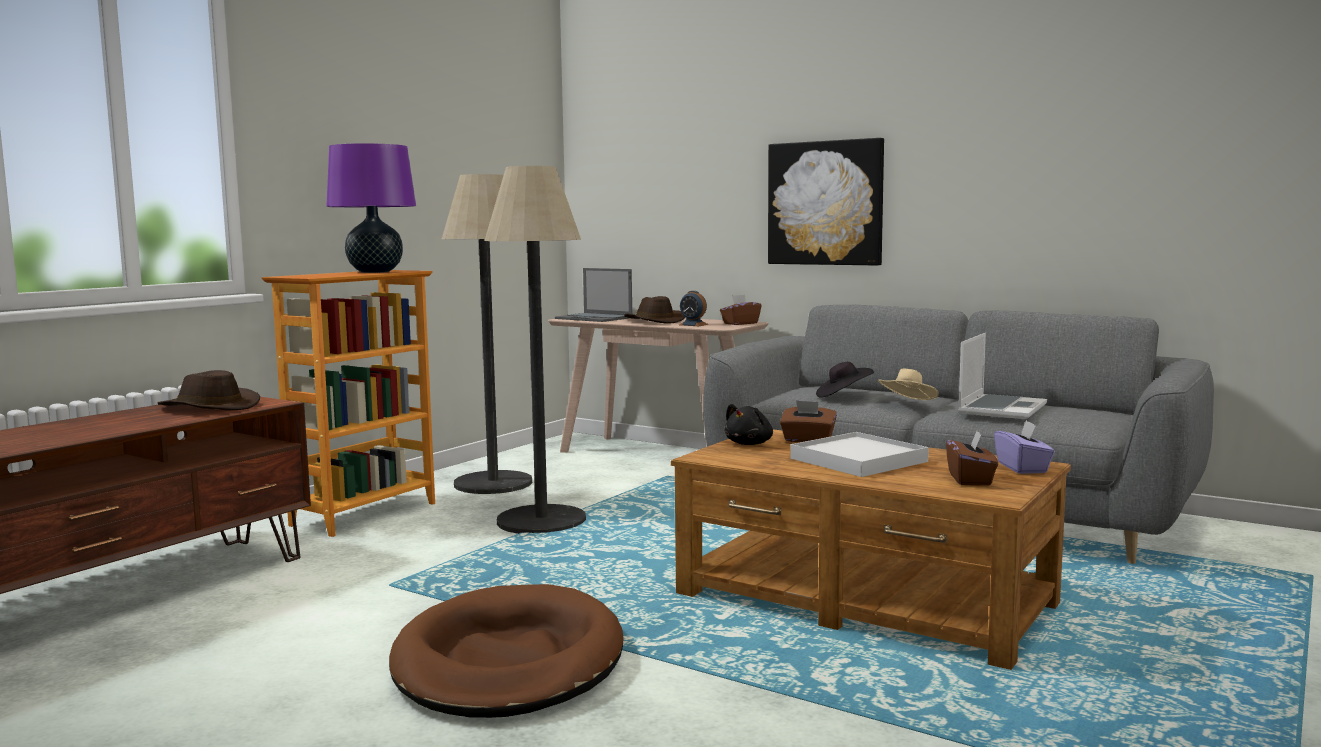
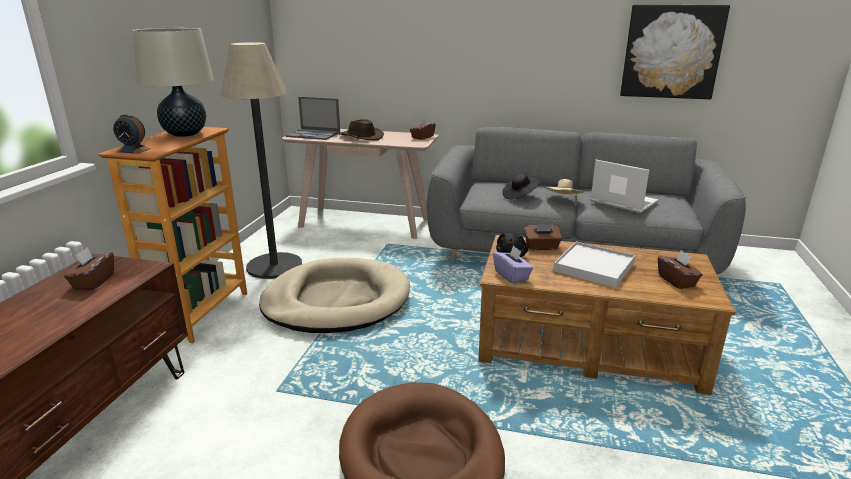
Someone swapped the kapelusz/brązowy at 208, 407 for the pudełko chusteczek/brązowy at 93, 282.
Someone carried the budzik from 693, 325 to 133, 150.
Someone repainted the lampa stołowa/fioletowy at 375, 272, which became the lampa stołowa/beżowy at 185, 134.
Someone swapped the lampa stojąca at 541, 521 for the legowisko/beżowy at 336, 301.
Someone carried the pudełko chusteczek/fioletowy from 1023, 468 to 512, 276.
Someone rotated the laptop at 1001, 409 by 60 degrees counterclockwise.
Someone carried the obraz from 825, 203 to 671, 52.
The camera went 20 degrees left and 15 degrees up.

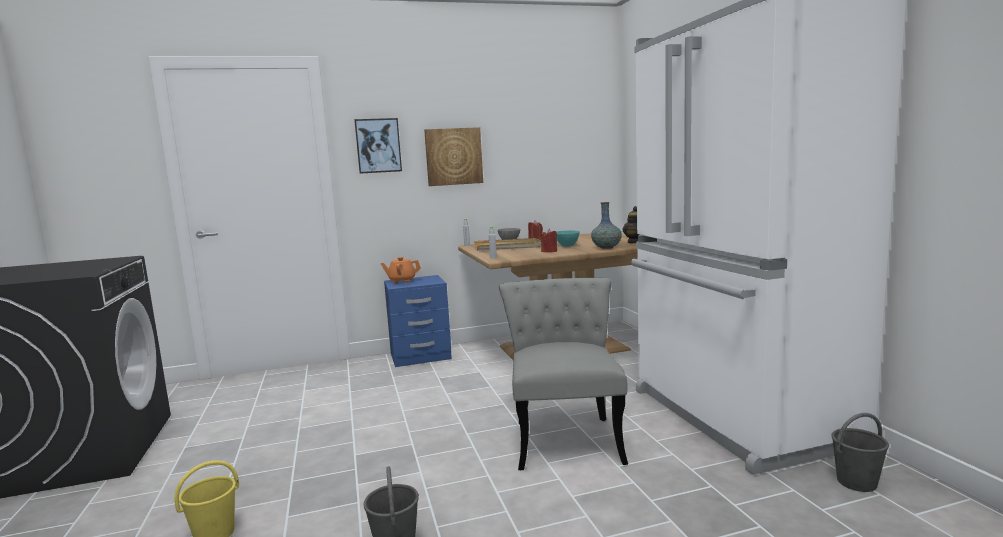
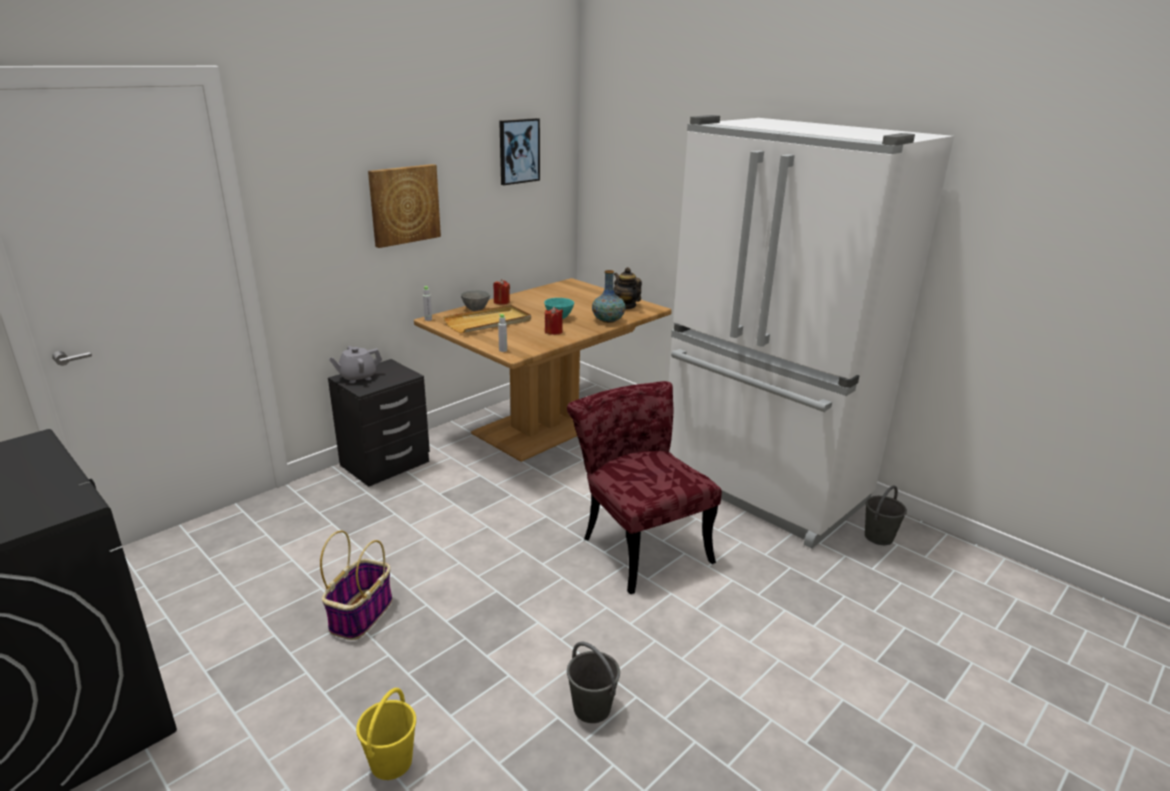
Someone put down the koszyk at 361, 614.
Someone repainted the szafka nocna/niebieski at 420, 356, which became the szafka nocna/czarny at 385, 464.
Someone repainted the imbryk/pomarańczowy at 402, 281, which became the imbryk/szary at 357, 377.
Someone carried the obraz from 378, 145 to 518, 151.
Someone repainted the krzesło/szary at 565, 436, which became the krzesło/czerwony at 638, 543.
The camera went 30 degrees left and 15 degrees up.

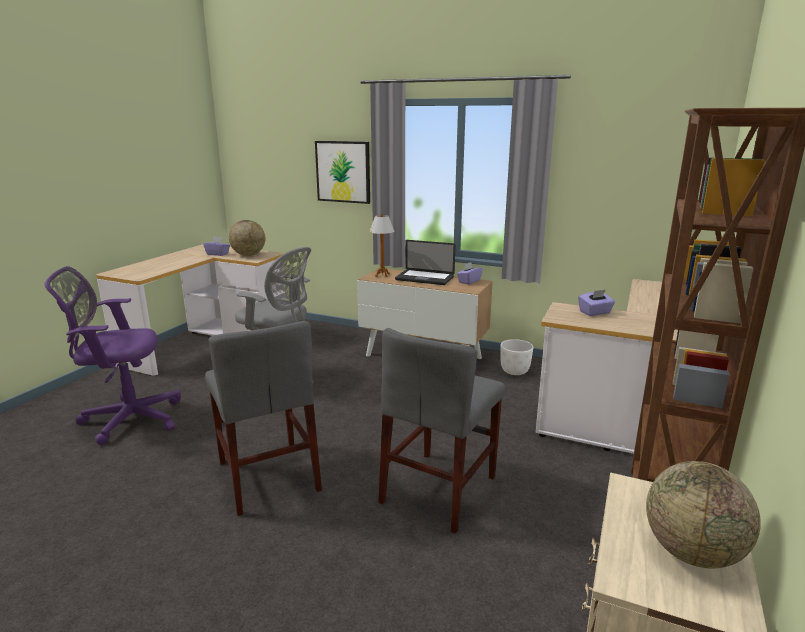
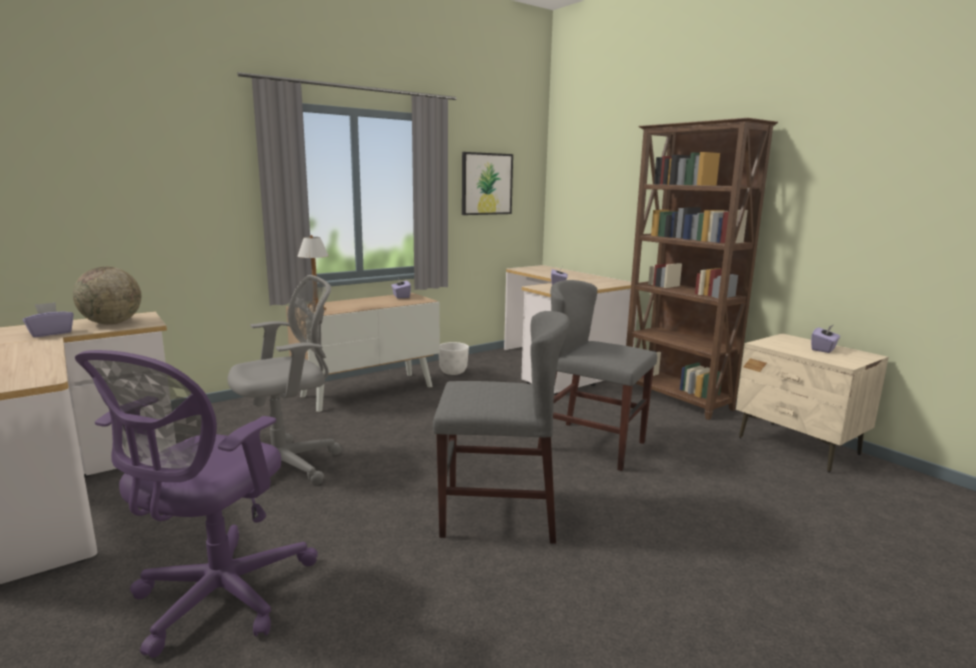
Someone carried the obraz from 343, 171 to 486, 184.
Someone rotated the krzesło/szary at 439, 489 by 150 degrees clockwise.
Someone swapped the globus at 692, 552 for the pudełko chusteczek/fioletowy at 823, 349.
Someone took away the laptop at 424, 278.
The camera went 60 degrees left and 5 degrees down.

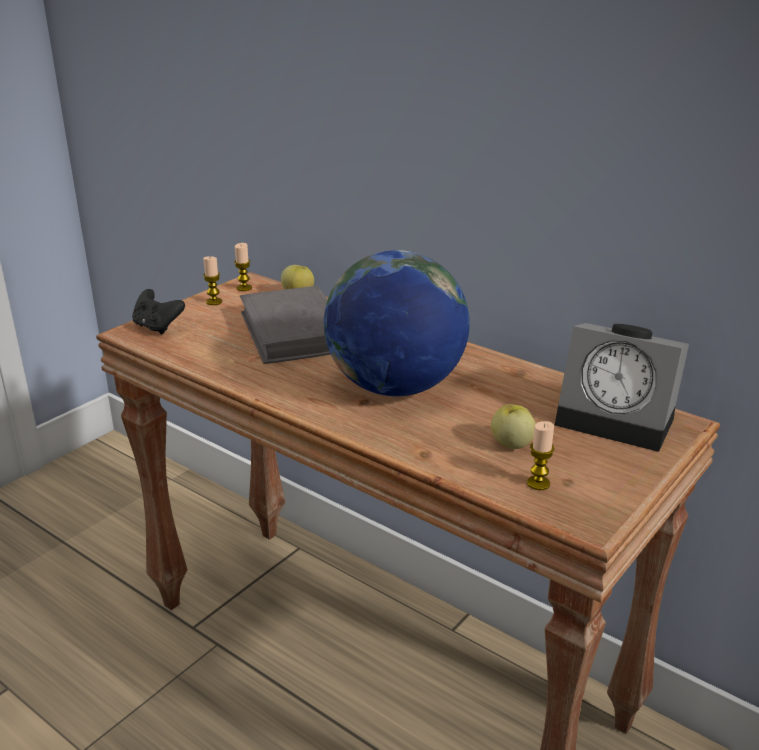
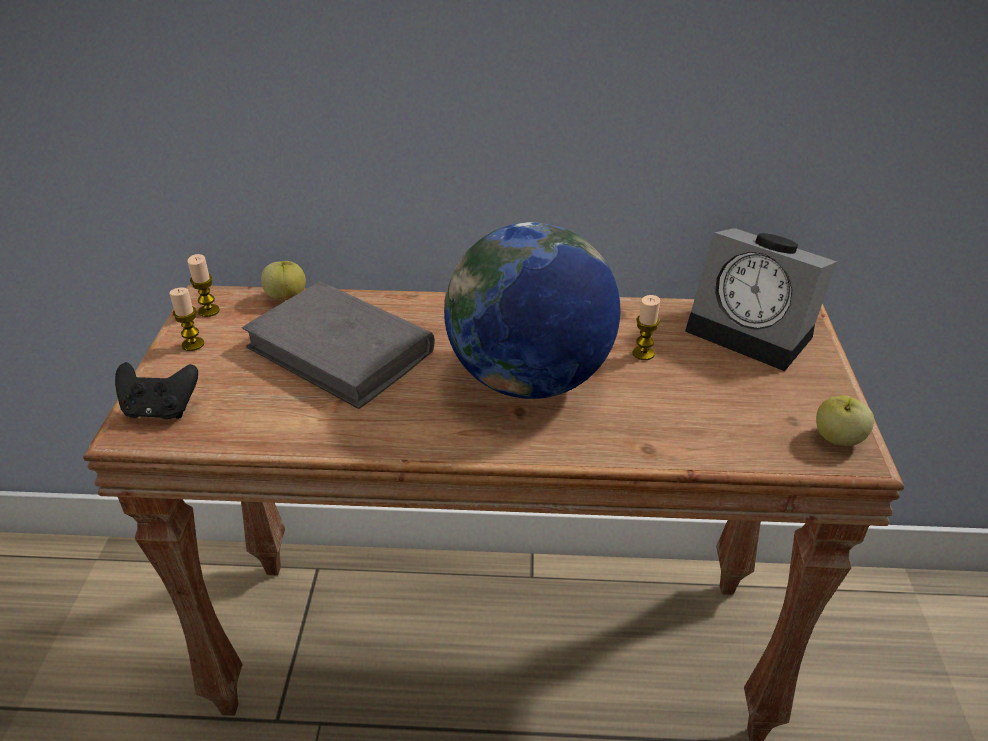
Someone carried the świeca from 538, 483 to 643, 353.
Someone rotated the budzik at 619, 420 by 45 degrees clockwise.
Someone carried the jabłko from 511, 444 to 837, 439.
The camera went 35 degrees left and 10 degrees up.

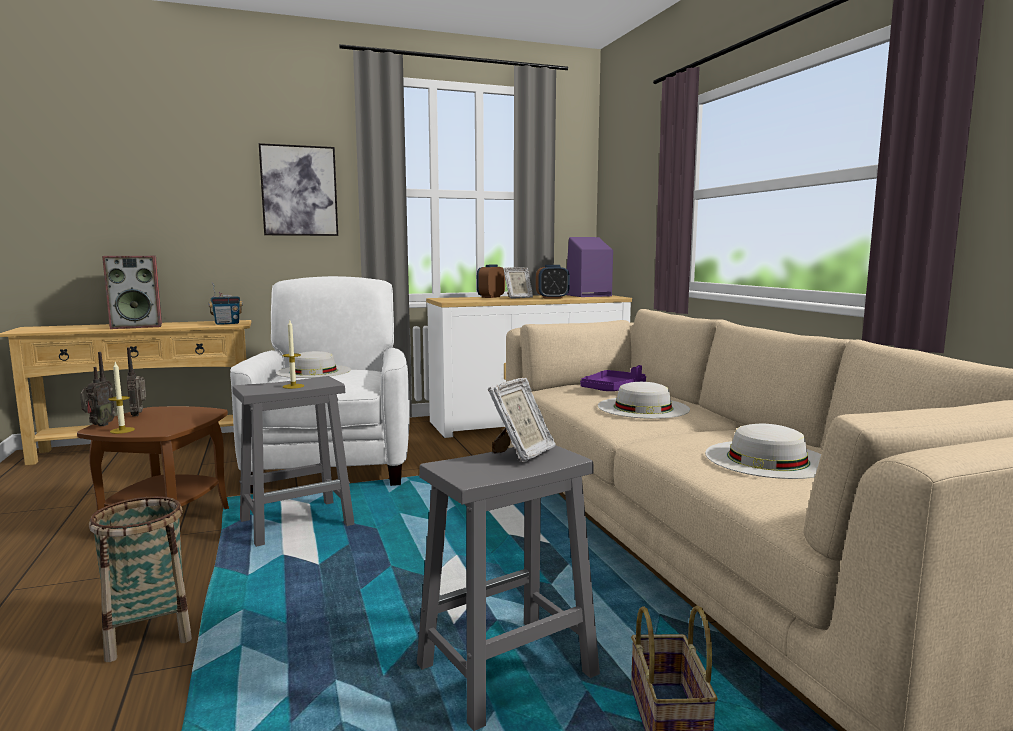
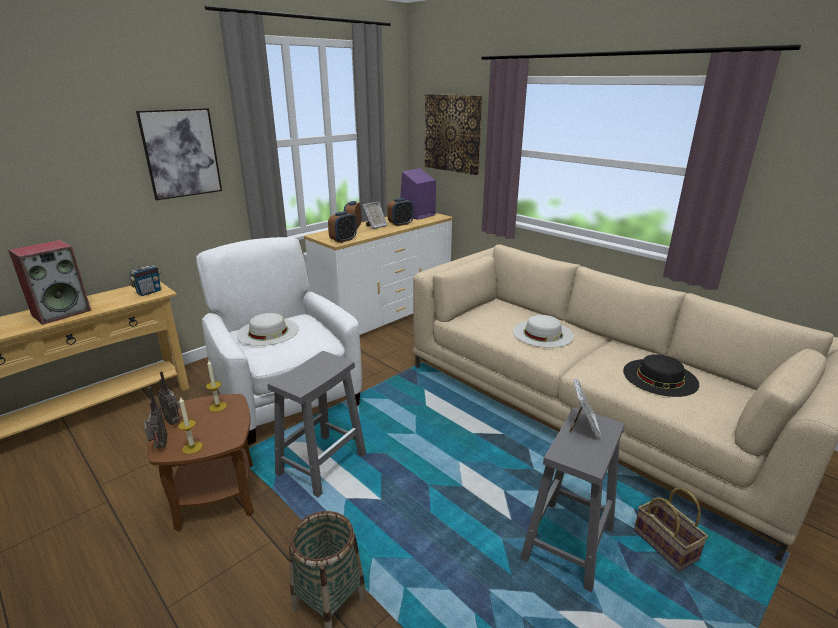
Someone carried the świeca from 293, 386 to 218, 407.
Someone put down the budzik at 343, 240.
Someone put up the obraz at 453, 133.
Someone repainted the kapelusz/biały at 767, 459, which became the kapelusz/czarny at 660, 377.
Someone took away the taca/fioletowy at 613, 389.
The camera went 25 degrees left and 15 degrees up.

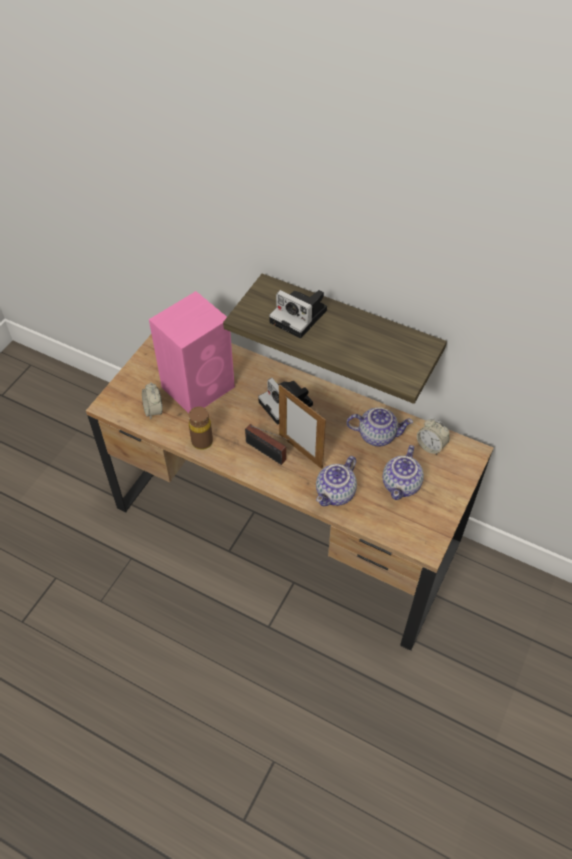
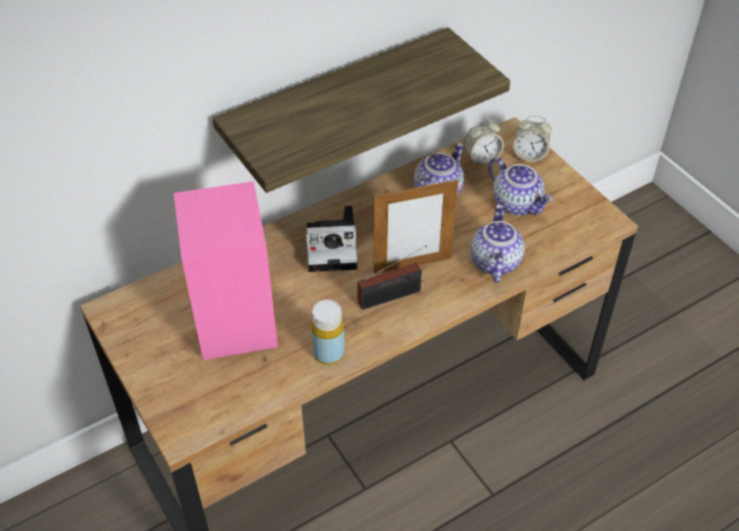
Someone repainted the butelka/brązowy at 202, 442, which became the butelka/żółty at 329, 353.
Someone rotated the imbryk at 336, 494 by 150 degrees counterclockwise.
Someone carried the budzik from 153, 410 to 529, 155.
Someone took away the aparat fotograficzny at 300, 316.
The camera went 60 degrees left and 5 degrees down.

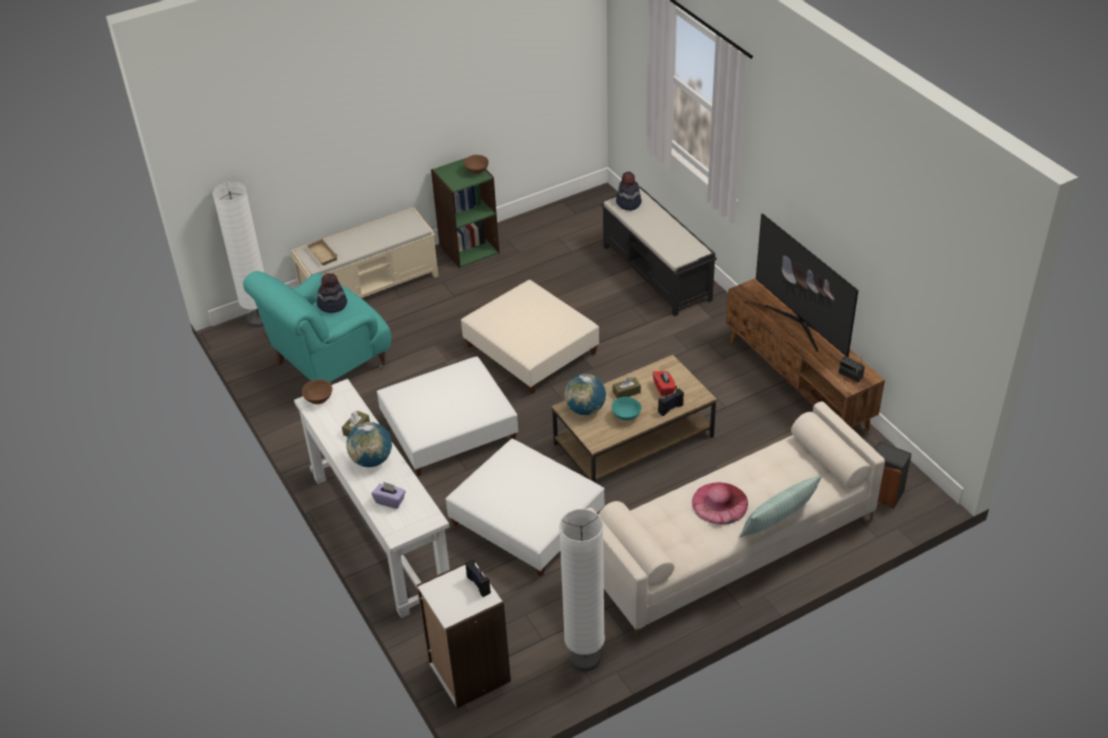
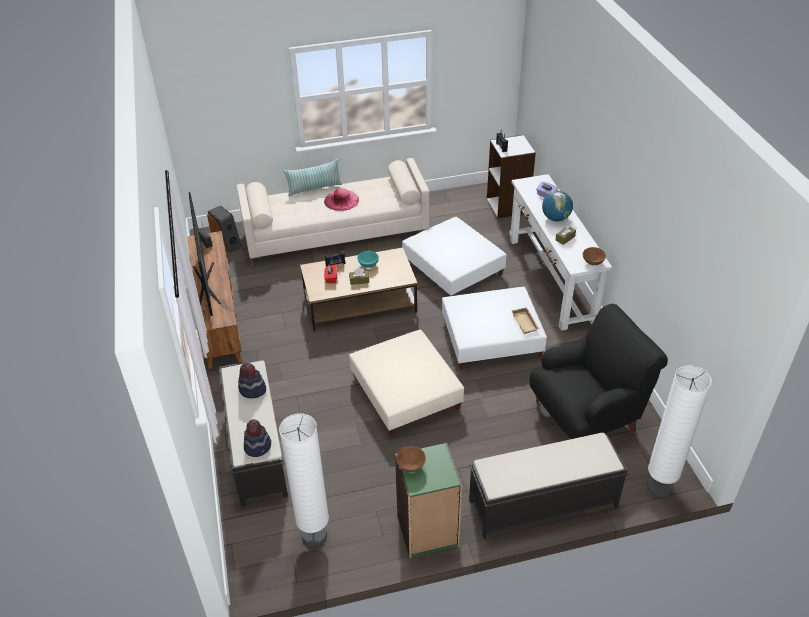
Someone carried the kapelusz from 332, 304 to 252, 390.
Someone carried the lampa stojąca/biały from 585, 659 to 314, 534.
Someone repainted the ławka/beżowy at 371, 286, which became the ławka/czarny at 541, 504.
Someone carried the taca/beżowy from 321, 255 to 526, 322.
Someone repainted the fotel/turkusowy at 329, 366, which became the fotel/czarny at 586, 416.
Someone took away the globus at 585, 409.
The camera went 165 degrees left and 0 degrees up.

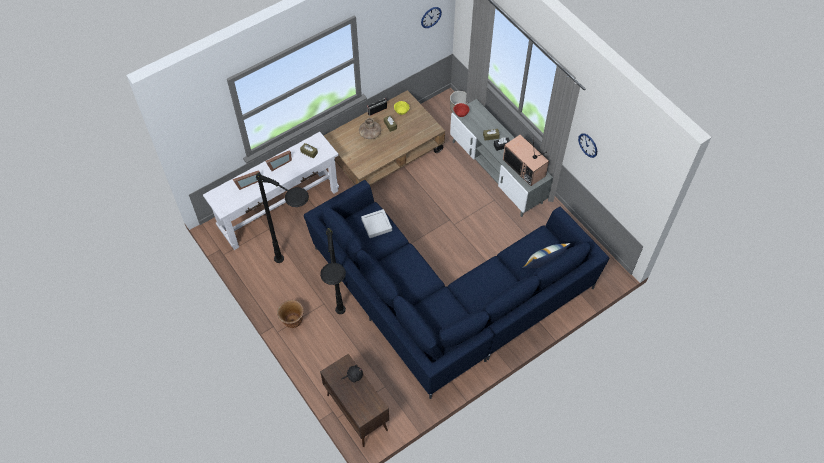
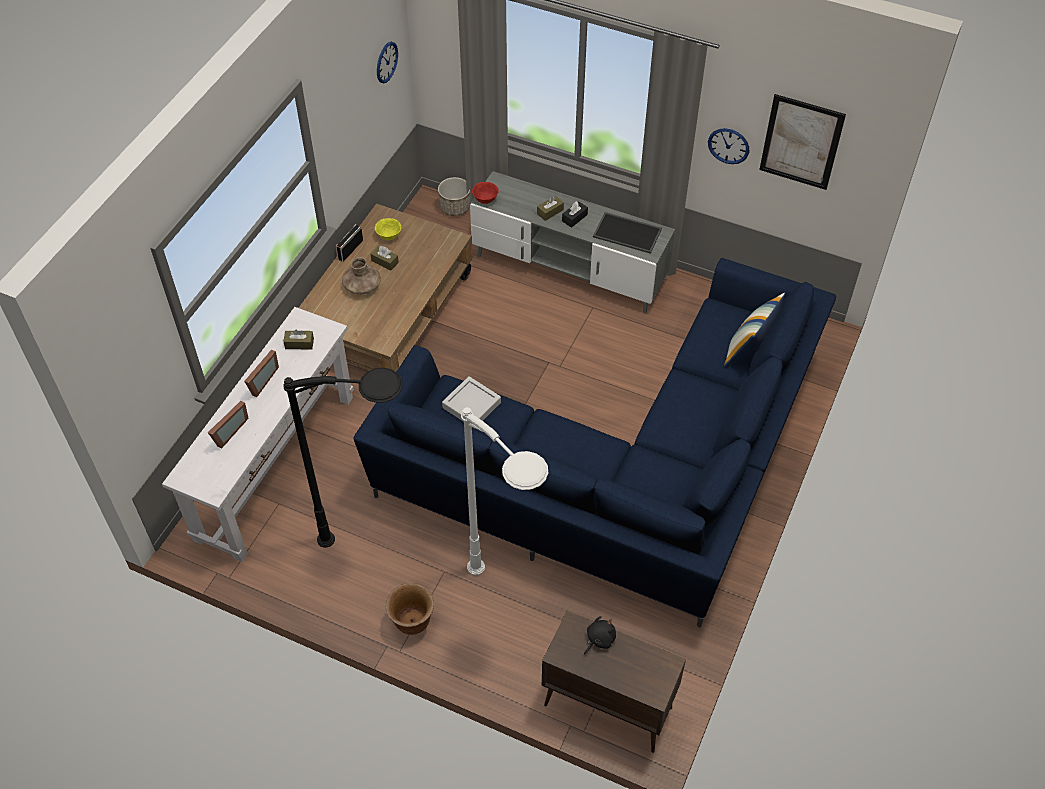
Someone repainted the lampa stojąca/czarny at 343, 339, which became the lampa stojąca/biały at 510, 608.
Someone swapped the telewizor at 525, 167 for the taca at 628, 232.
Someone put up the obraz at 801, 142.
The camera went 30 degrees left and 5 degrees down.

